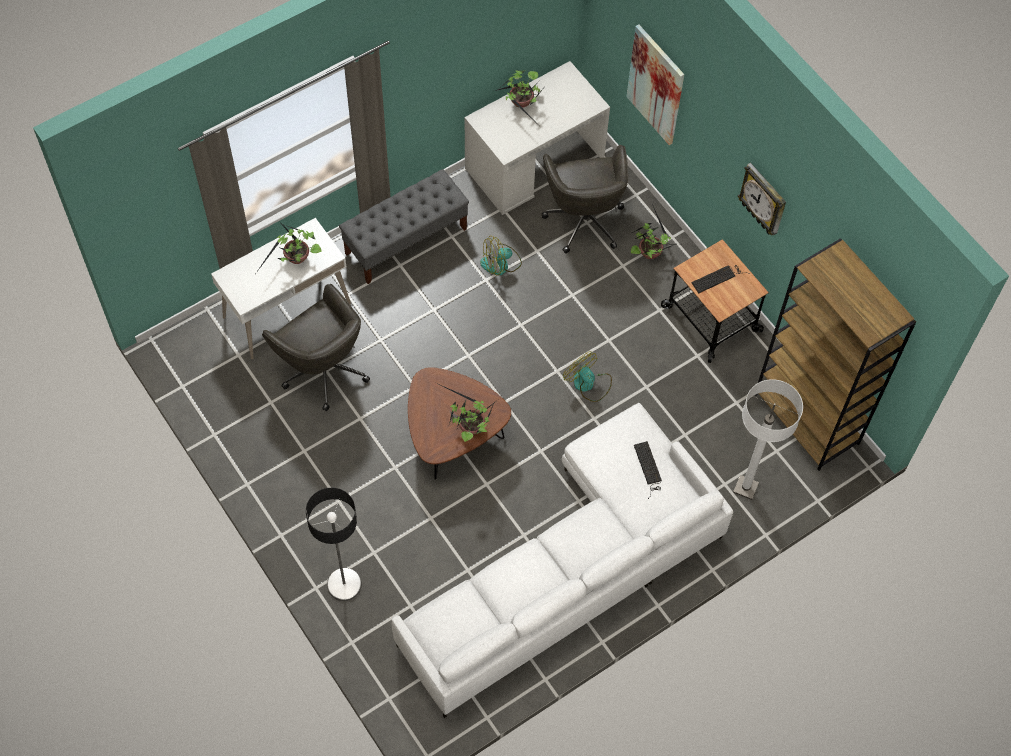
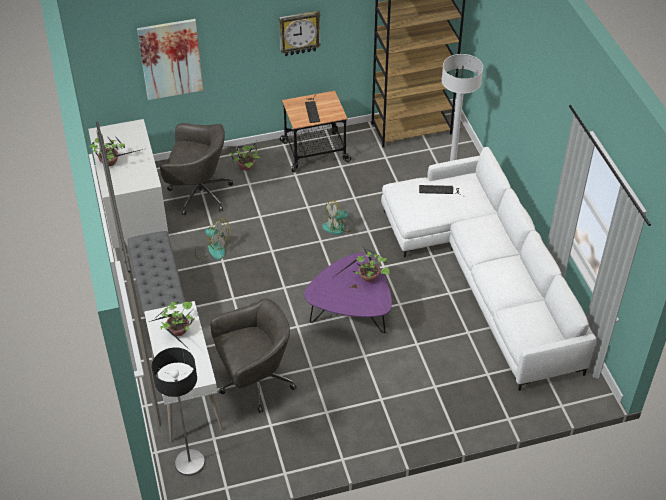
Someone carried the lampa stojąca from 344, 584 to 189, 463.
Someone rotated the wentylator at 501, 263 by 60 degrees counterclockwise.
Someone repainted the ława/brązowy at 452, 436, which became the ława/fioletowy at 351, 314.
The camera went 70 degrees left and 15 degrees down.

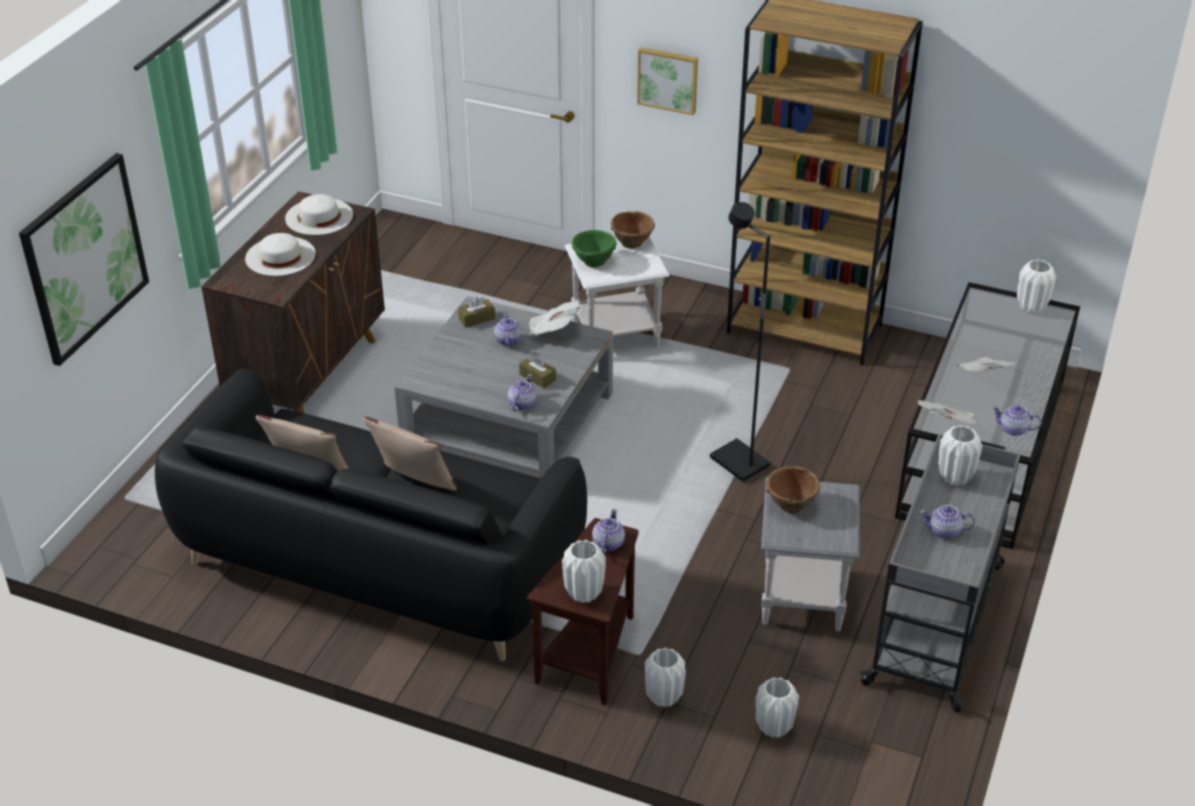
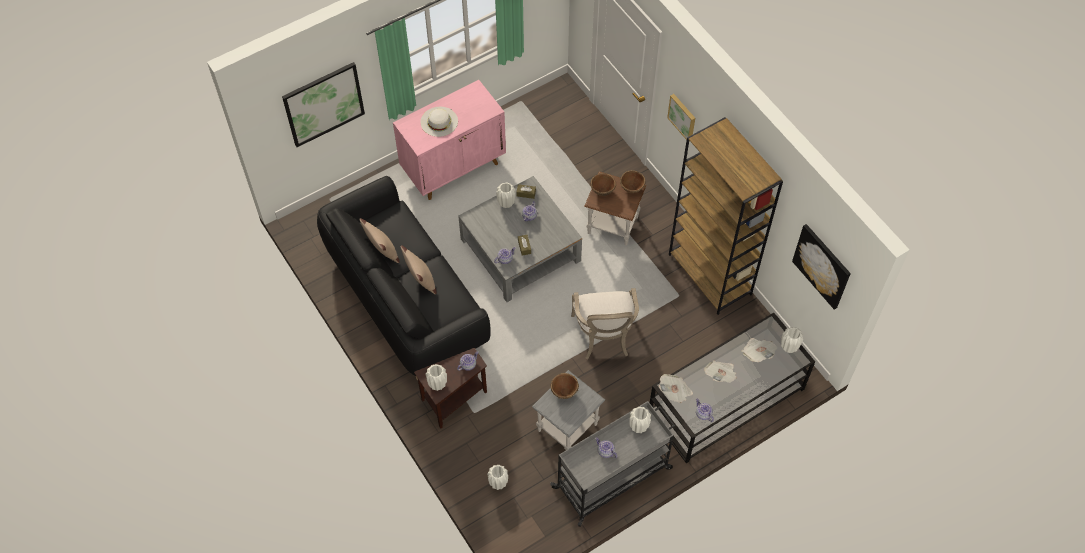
Someone repainted the szafka/brązowy at 309, 373, which became the szafka/różowy at 454, 168.
Someone carried the wazon/biały from 663, 697 to 506, 203.
Someone swapped the lampa stojąca/czarny at 738, 463 for the fotel at 604, 337.
Someone repainted the stolik/biały at 616, 335, which became the stolik/brązowy at 613, 225.
Someone repainted the miska/zielony at 593, 261, which became the miska/brązowy at 602, 191.
Someone carried the gazeta from 553, 330 to 757, 353.
Someone put up the obraz at 822, 266.
Someone took away the kapelusz/biały at 319, 216.
The camera went 35 degrees right and 20 degrees up.

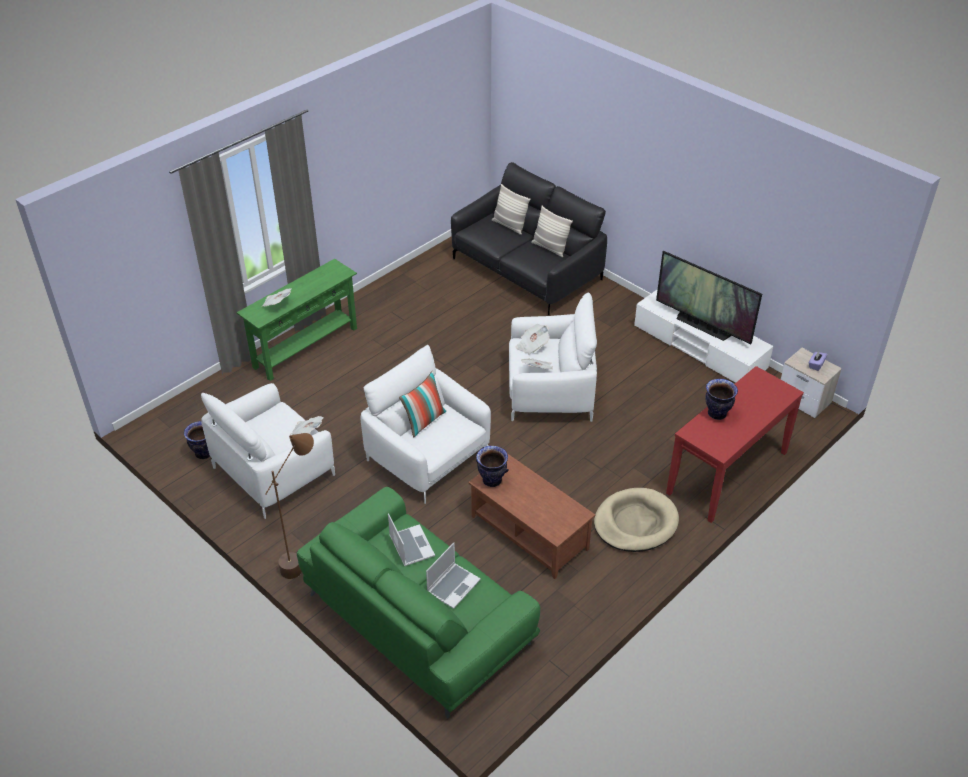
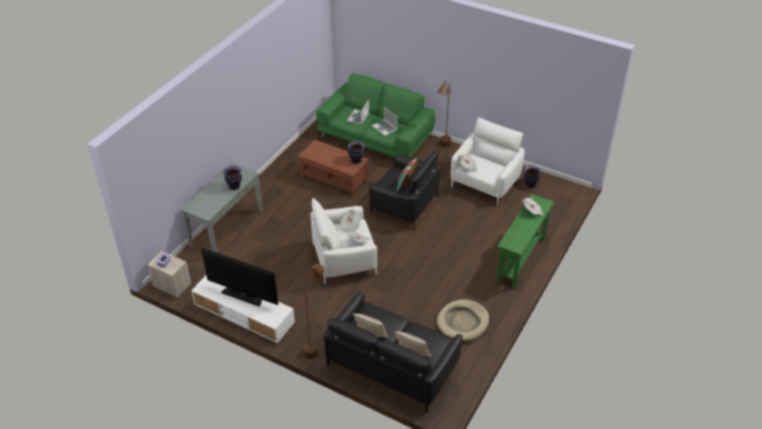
Someone repainted the stolik konsolowy/czerwony at 728, 473, which became the stolik konsolowy/szary at 226, 228.
Someone put down the lampa stojąca/brązowy at 315, 344.
Someone repainted the fotel/biały at 428, 457, which became the fotel/czarny at 404, 205.
Someone carried the legowisko/beżowy from 635, 523 to 463, 322.
The camera went 165 degrees right and 0 degrees up.

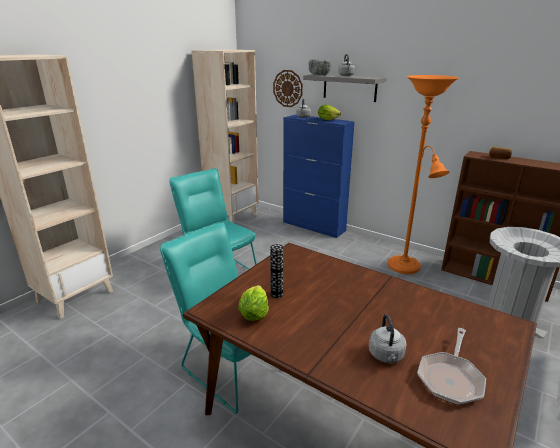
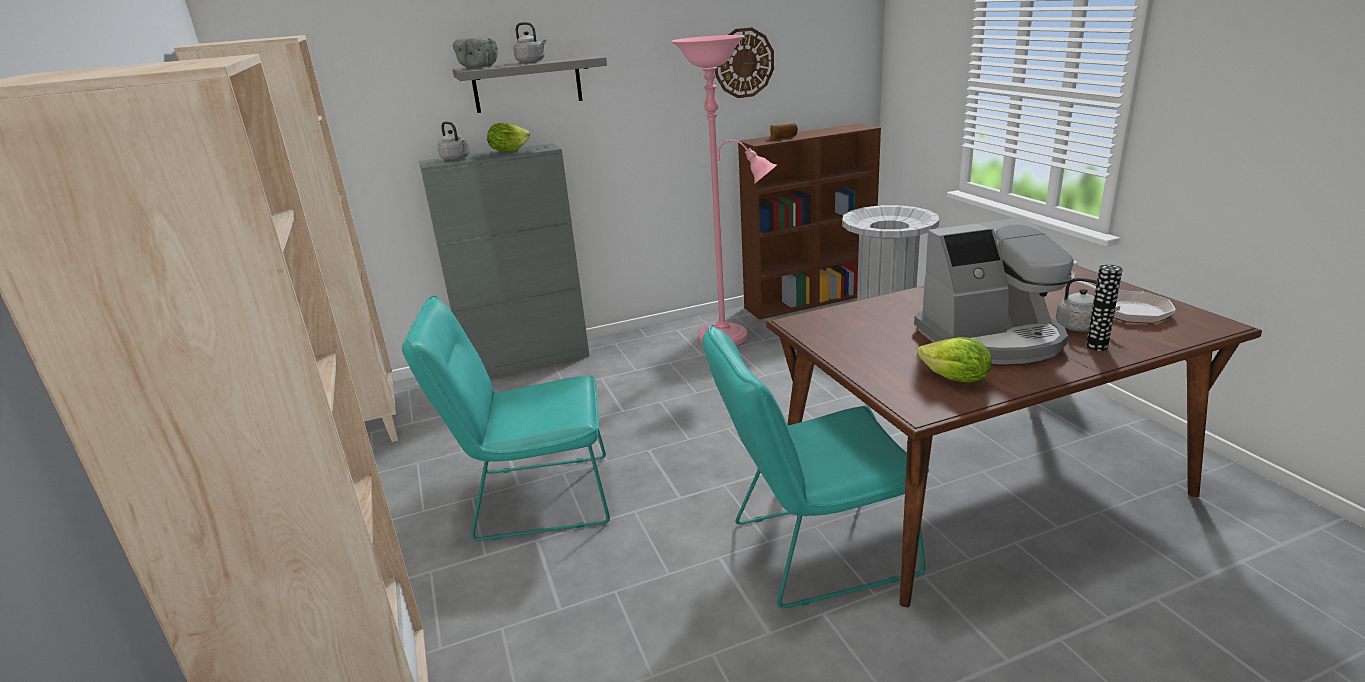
Someone repainted the szafka/niebieski at 314, 226, which became the szafka/szary at 527, 362.
Someone repainted the lampa stojąca/pomarańczowy at 406, 268, which became the lampa stojąca/różowy at 729, 337.
Someone carried the zegar ścienny from 288, 88 to 744, 63.
Someone put down the ekspres do kawy at 991, 339.
Someone carried the wazon from 276, 294 to 1096, 346.
The camera went 55 degrees left and 0 degrees up.

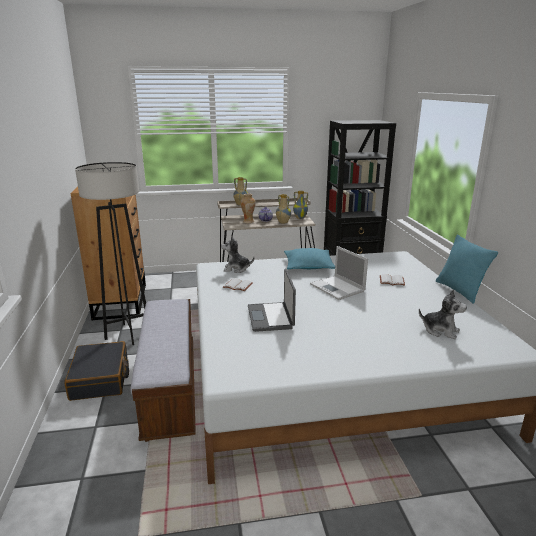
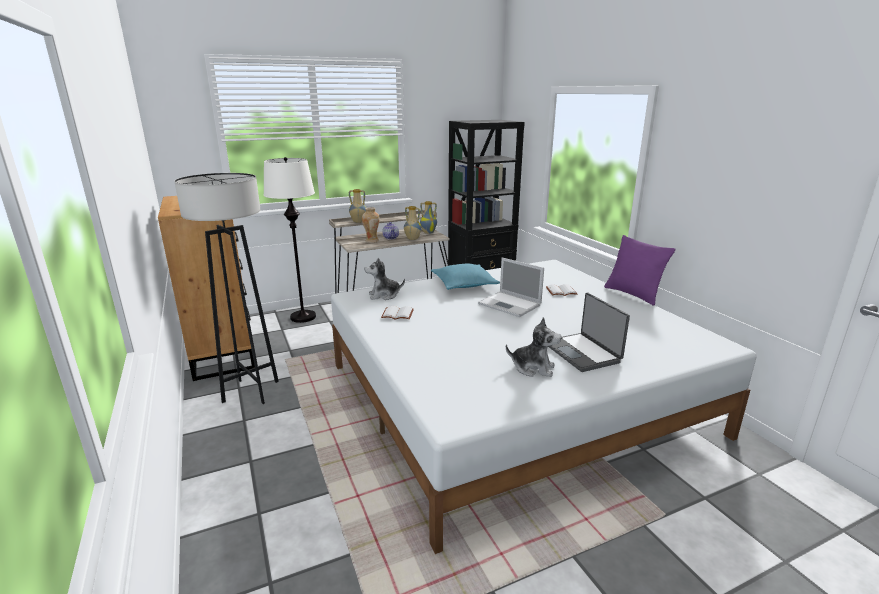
Someone put down the lampa stojąca/biały at 303, 317.
Someone carried the pluszak from 440, 330 to 533, 368.
Someone carried the laptop from 271, 317 to 583, 353.
Someone repainted the poduszka/turkusowy at 459, 291, which became the poduszka/fioletowy at 633, 294.
Someone took away the walizka/czarny at 100, 379.
Someone took away the ławka at 170, 387.
The camera went 15 degrees left and 0 degrees up.

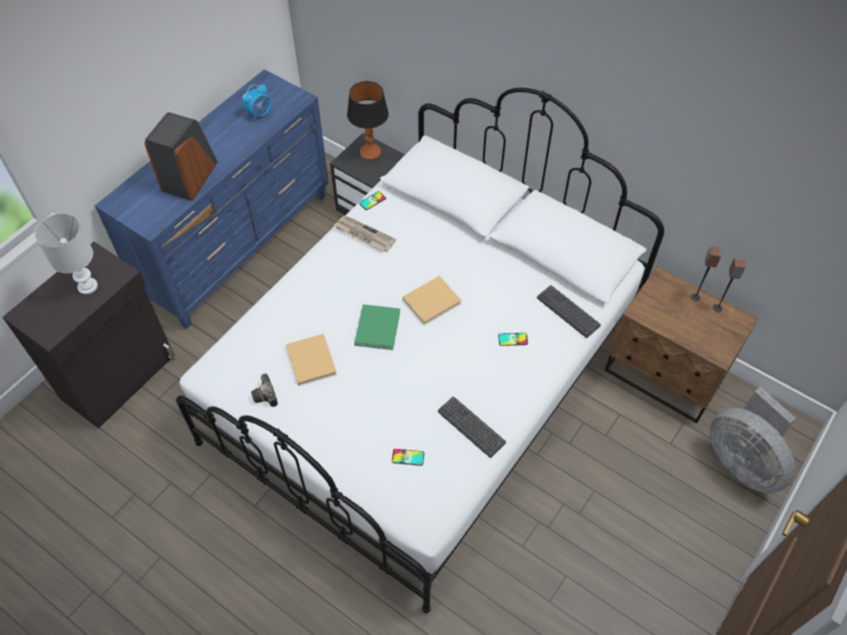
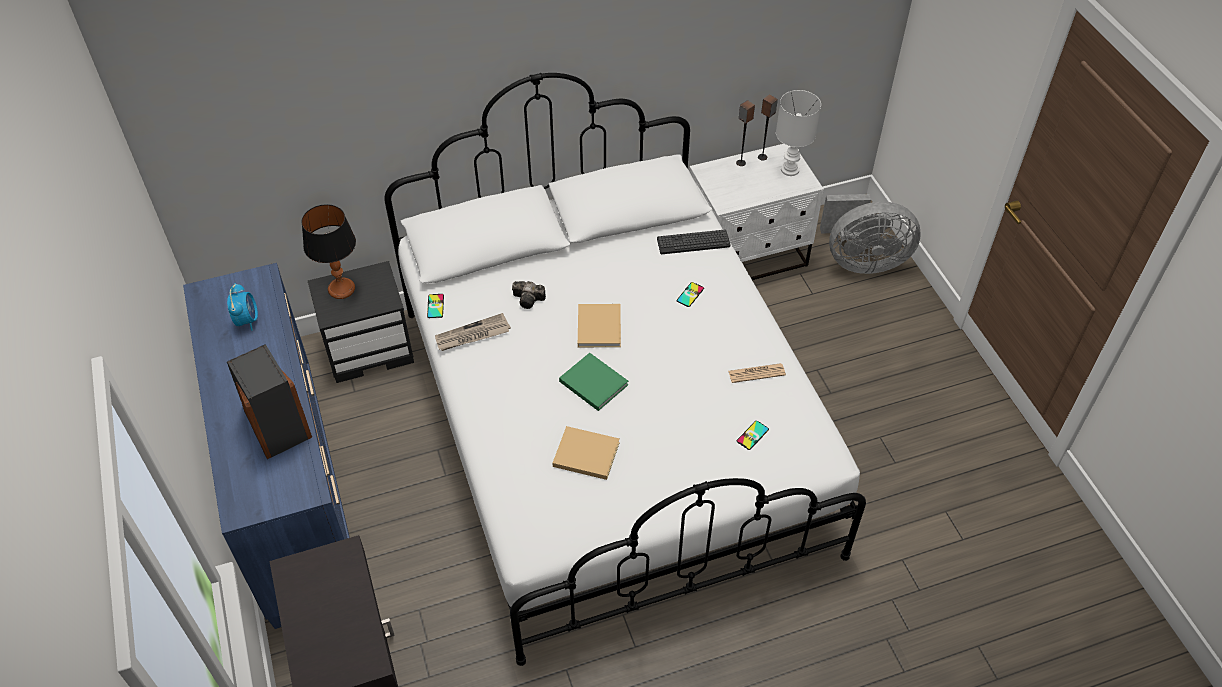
Someone carried the aparat fotograficzny from 266, 396 to 529, 300.
Someone repainted the szafka nocna/brązowy at 664, 375, which became the szafka nocna/biały at 747, 256.
Someone swapped the klawiatura at 471, 427 for the gazeta at 756, 373.
Someone carried the lampa stołowa/biały from 87, 286 to 789, 169.
The camera went 55 degrees left and 5 degrees down.

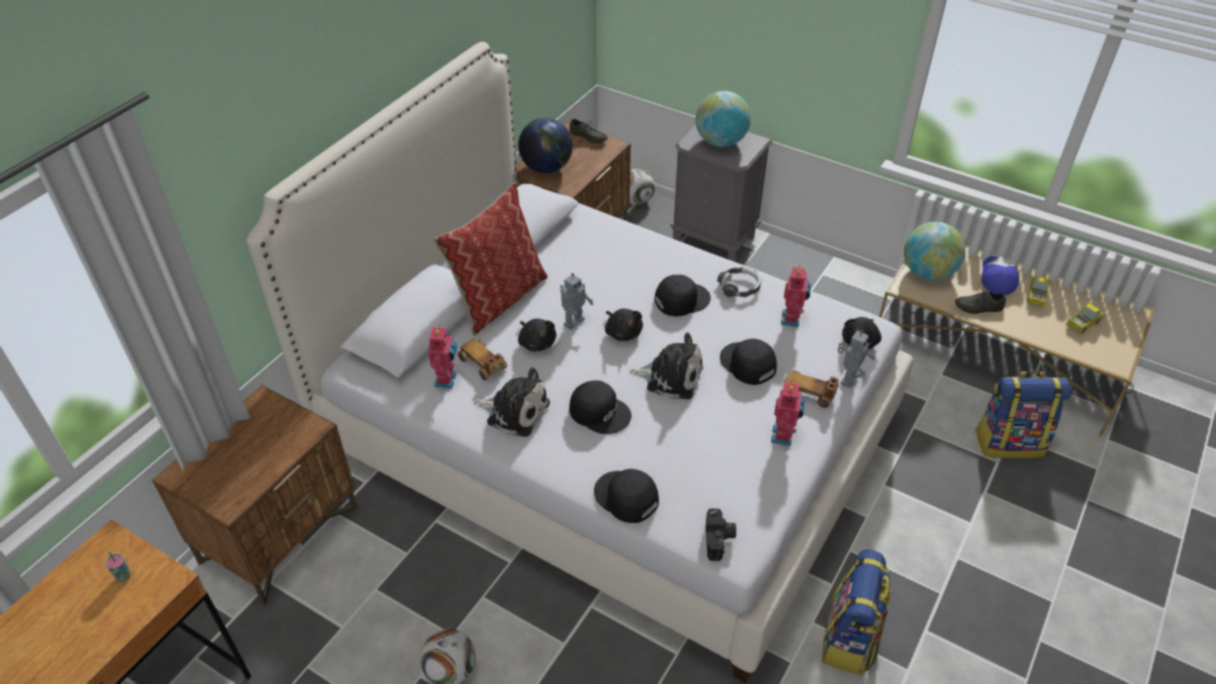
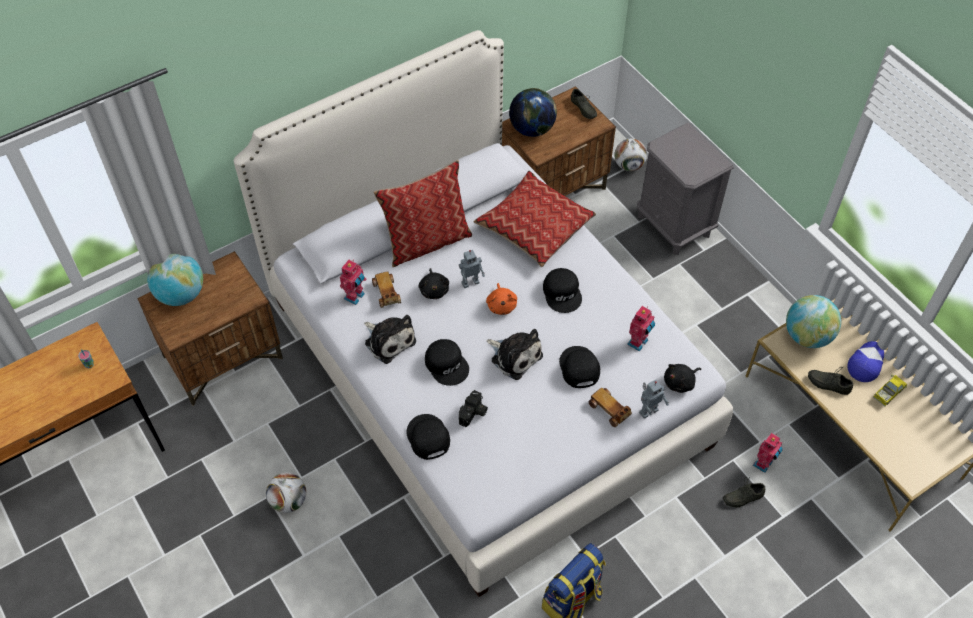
Someone carried the globus from 721, 142 to 181, 294.
Someone carried the aparat fotograficzny from 719, 540 to 473, 414.
Someone put down the poduszka at 534, 226.
Someone repainted the pluszak/czarny at 623, 332, which became the pluszak/pomarańczowy at 501, 305.
Someone rotated the czapka z daszkiem/czarny at 681, 299 by 75 degrees clockwise.
Someone put down the but/szary at 742, 496.
Someone carried the robot zabawkowy from 784, 436 to 764, 464.
Someone took away the słuchawki at 739, 287.
Someone took away the plecak at 1009, 442.
Someone took away the ciężarówka zabawkowa at 1083, 323.
The camera went 25 degrees right and 10 degrees up.

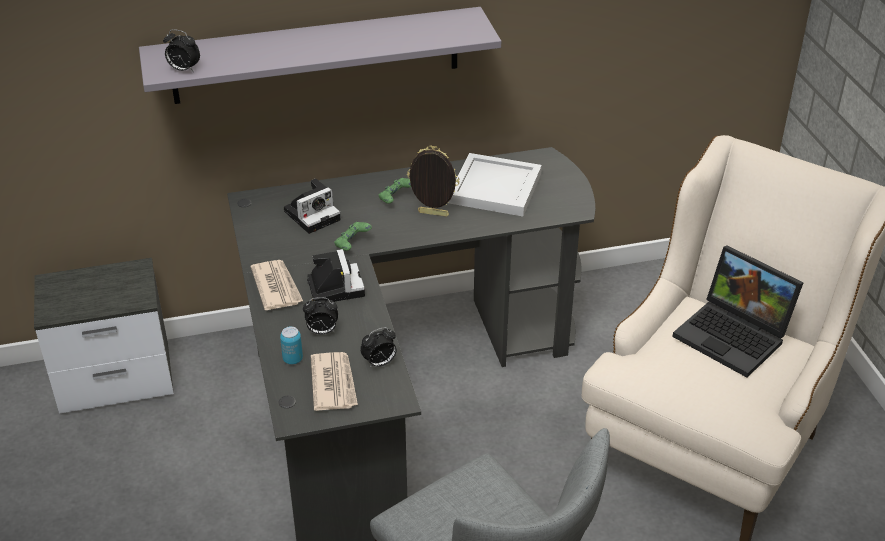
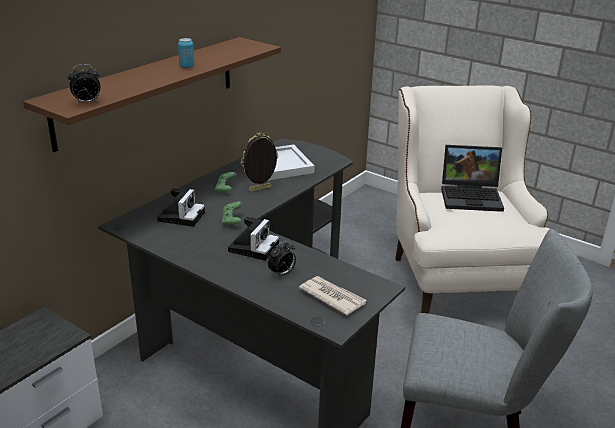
Someone repainted the półka/szary at 316, 55, which became the półka/brązowy at 148, 90.
Someone carried the puszka from 292, 359 to 187, 67.
Someone rotated the aparat fotograficzny at 334, 286 by 75 degrees clockwise.
Someone took away the gazeta at 276, 287.
Someone took away the budzik at 379, 363.
The camera went 40 degrees left and 10 degrees down.

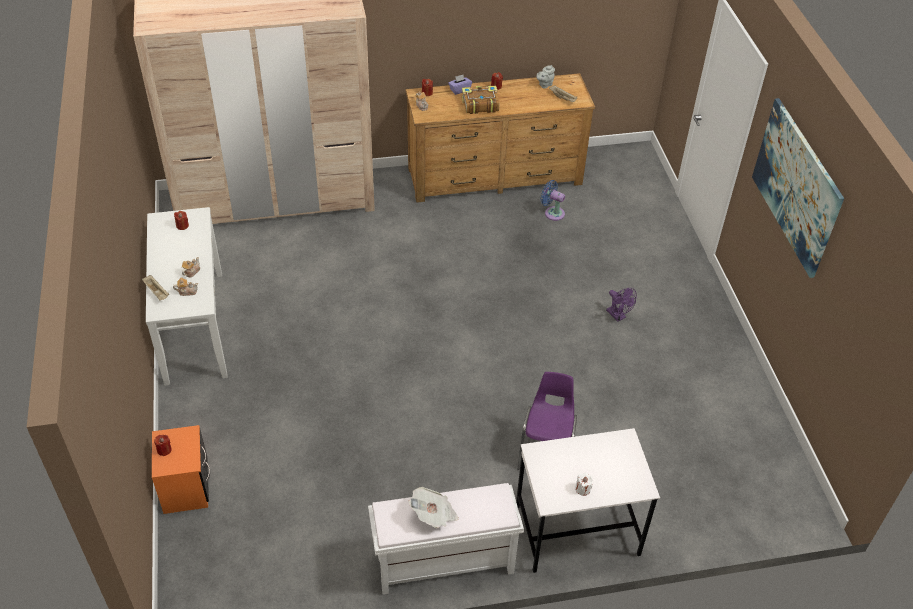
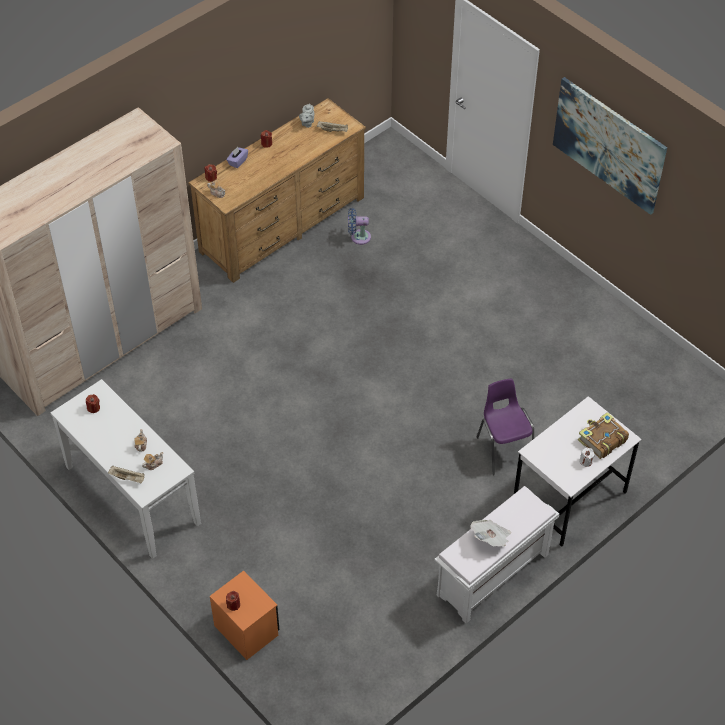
Someone carried the książka from 479, 104 to 601, 440.
Someone took away the wentylator/fioletowy at 618, 316.
The camera went 30 degrees left and 5 degrees up.

